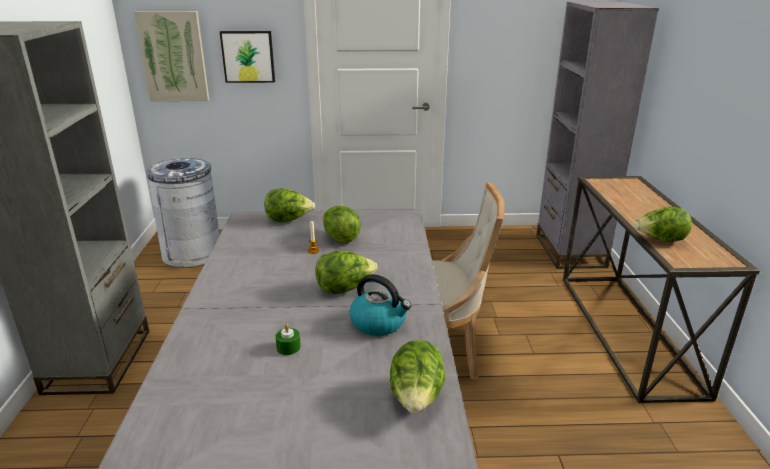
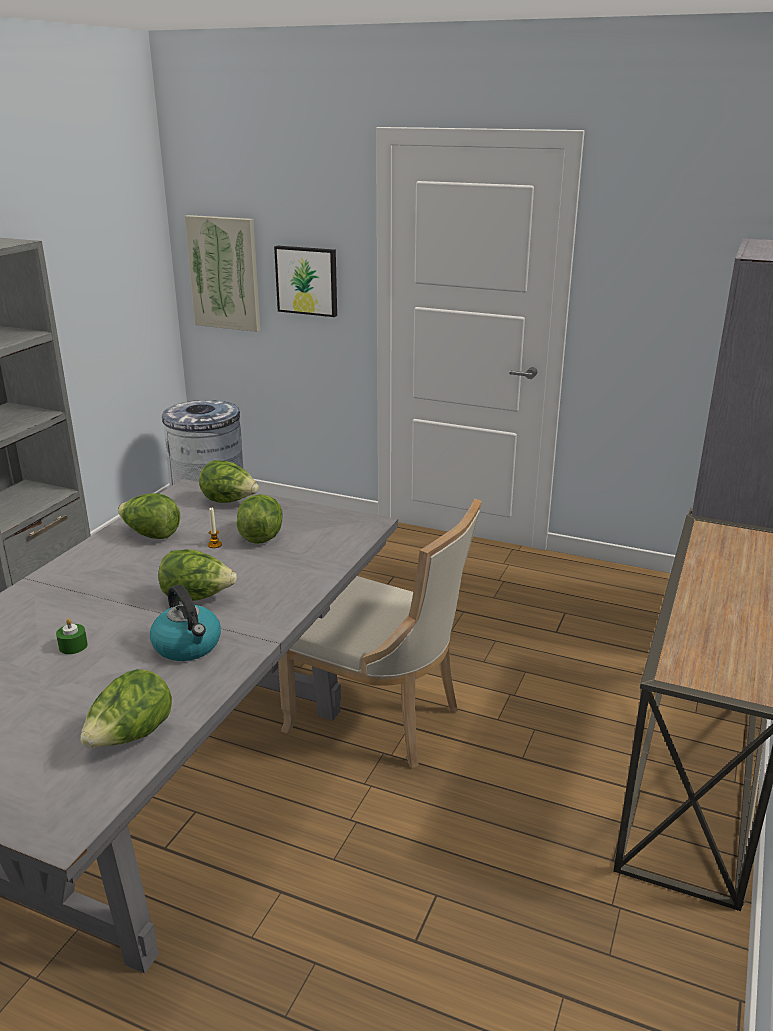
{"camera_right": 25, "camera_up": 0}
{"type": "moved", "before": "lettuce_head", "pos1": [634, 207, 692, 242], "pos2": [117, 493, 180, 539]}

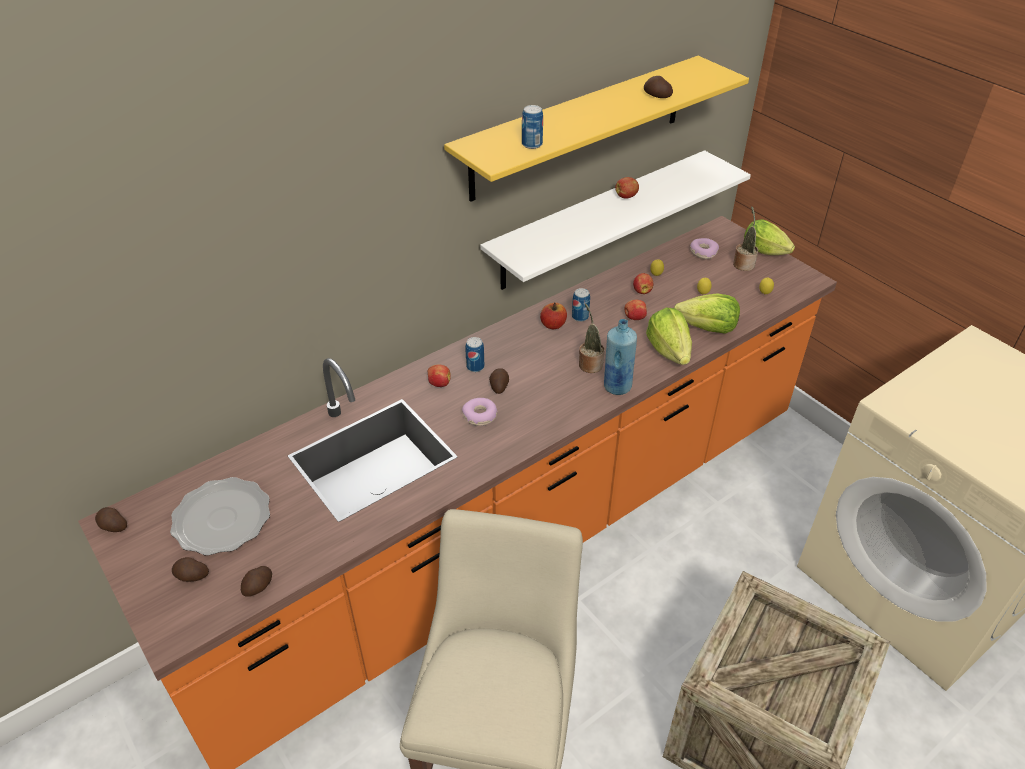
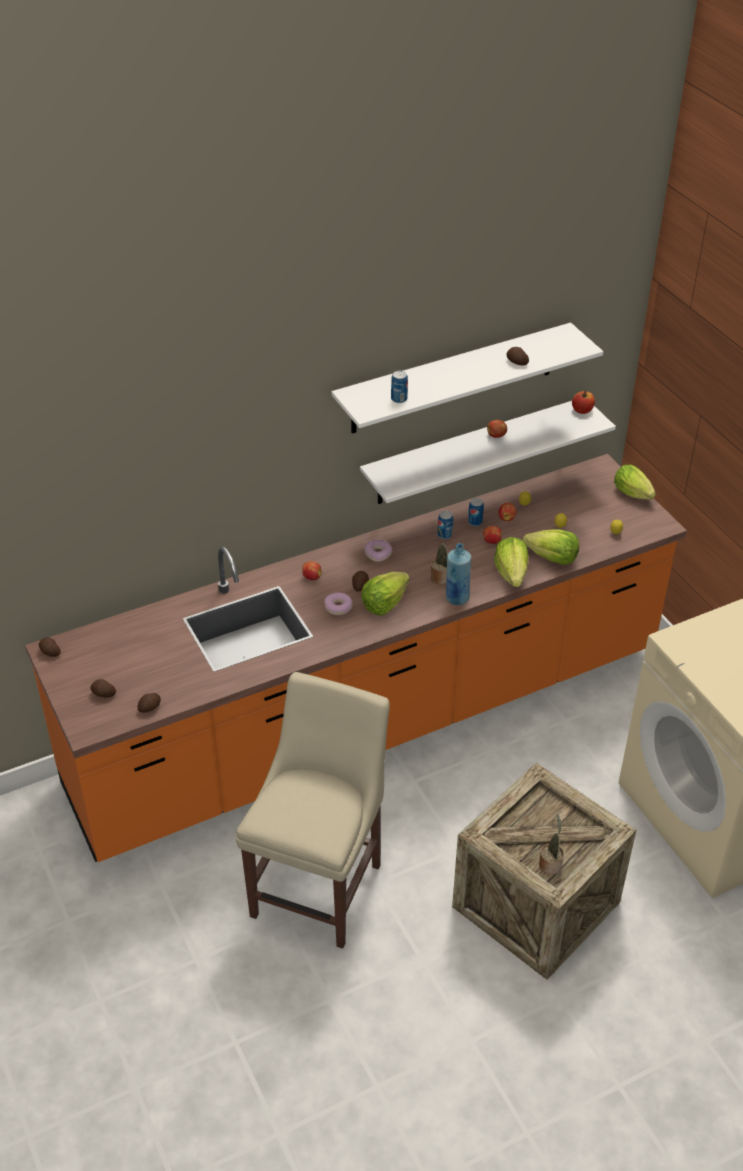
{"camera_right": 10, "camera_up": 0}
{"type": "removed", "before": "plate", "pos1": [170, 477, 270, 556]}
{"type": "recoloured", "before": "yellow-coloured_wall_shelf", "after": "whitish_wall_shelf", "pos1": [444, 56, 749, 202], "pos2": [332, 323, 603, 434]}
{"type": "moved", "before": "metal_can", "pos1": [465, 337, 484, 372], "pos2": [468, 498, 484, 526]}
{"type": "moved", "before": "apple", "pos1": [540, 302, 567, 329], "pos2": [572, 391, 595, 414]}
{"type": "moved", "before": "donut", "pos1": [690, 238, 719, 259], "pos2": [365, 540, 392, 562]}
{"type": "moved", "before": "potted_plant", "pos1": [733, 206, 758, 271], "pos2": [539, 814, 564, 875]}
{"type": "added", "after": "lettuce_head", "pos2": [361, 572, 410, 616]}

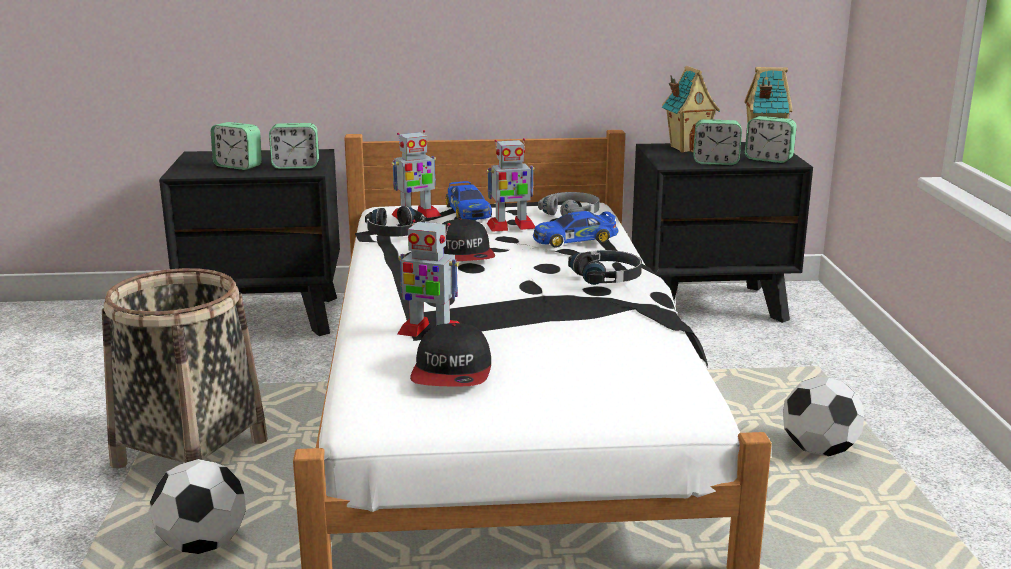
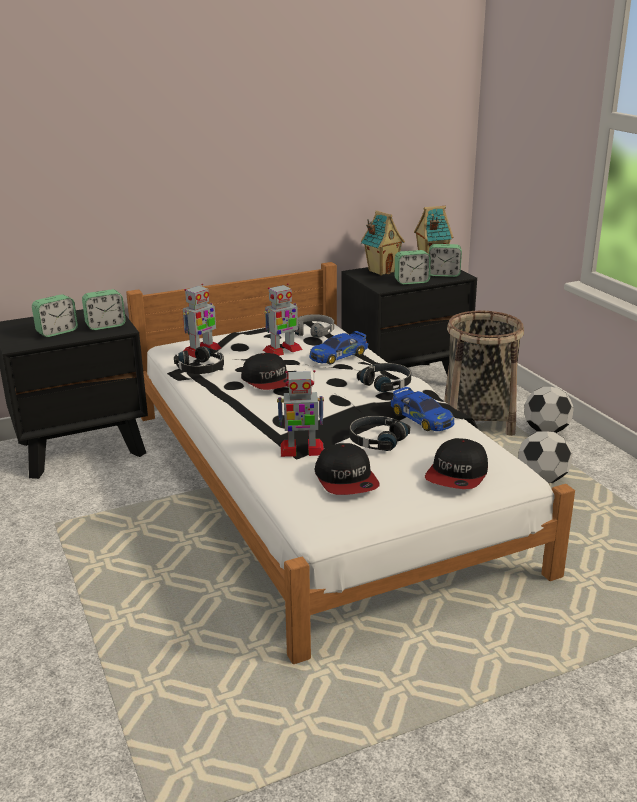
{"camera_right": -20, "camera_up": 5}
{"type": "moved", "before": "basket", "pos1": [102, 268, 268, 469], "pos2": [444, 310, 524, 436]}
{"type": "moved", "before": "football_ball", "pos1": [150, 459, 246, 554], "pos2": [524, 387, 574, 433]}
{"type": "turned", "before": "bedside_clock", "pos1": [211, 122, 262, 170], "pos2": [32, 294, 78, 337], "turn": -45}
{"type": "moved", "before": "miniature_car", "pos1": [446, 181, 492, 220], "pos2": [391, 387, 454, 431]}
{"type": "added", "after": "blackish_headphones", "pos2": [350, 416, 410, 451]}
{"type": "added", "after": "baseball_cap", "pos2": [425, 438, 488, 489]}

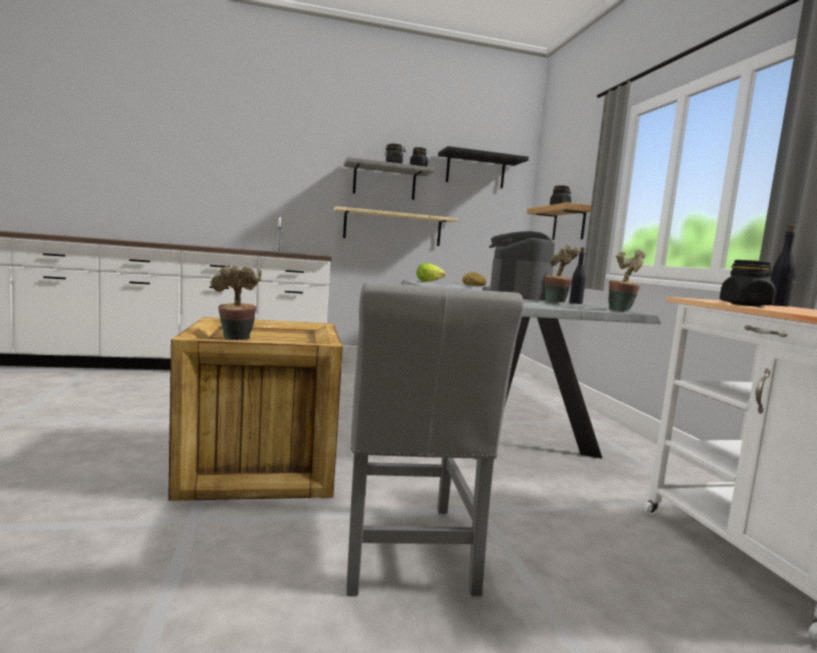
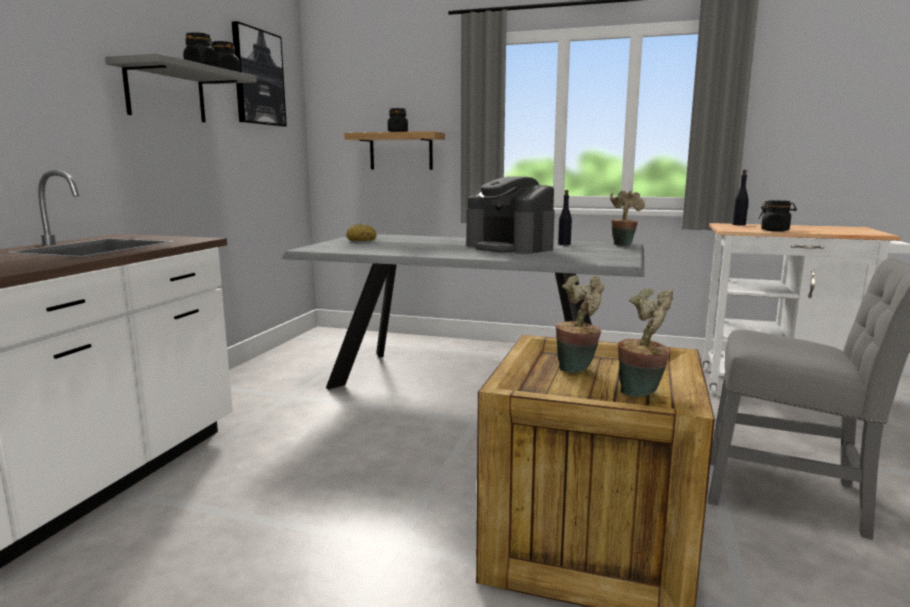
{"camera_right": -60, "camera_up": 5}
{"type": "removed", "before": "beige_wall_shelf", "pos1": [334, 206, 458, 246]}
{"type": "removed", "before": "lettuce_head", "pos1": [416, 263, 446, 281]}
{"type": "replaced", "before": "blackish_wall_shelf", "after": "wall_picture", "pos1": [438, 146, 529, 189], "pos2": [232, 21, 287, 127]}
{"type": "moved", "before": "potted_plant", "pos1": [545, 245, 579, 303], "pos2": [556, 275, 604, 373]}

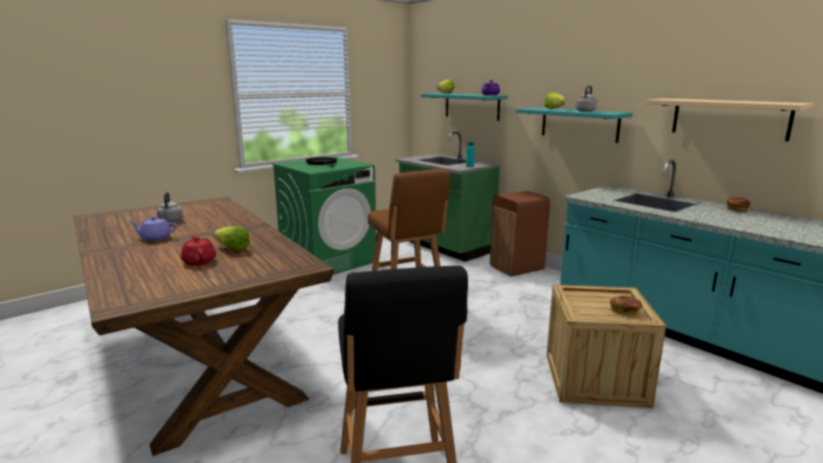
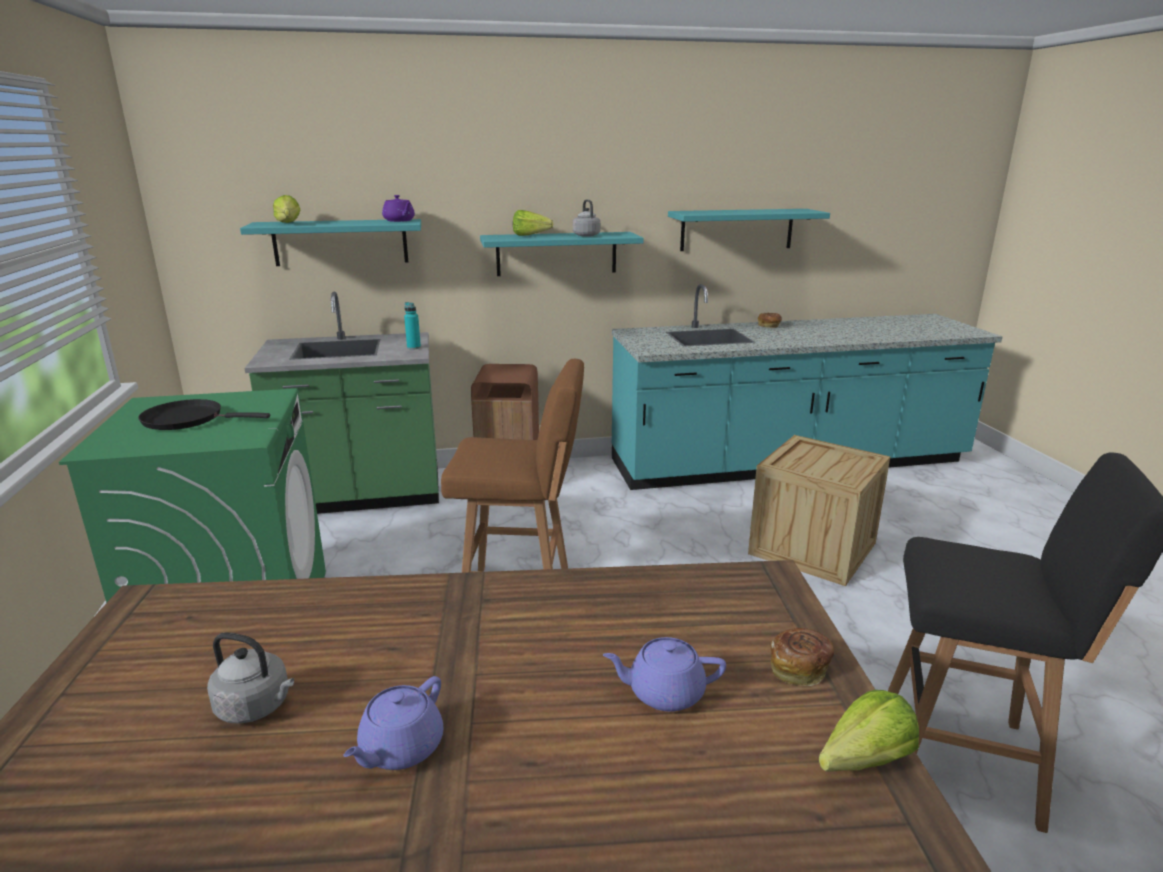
{"camera_right": -60, "camera_up": 5}
{"type": "recoloured", "before": "red-coloured_pot_for_tea", "after": "purple_pot_for_tea", "pos1": [181, 235, 216, 265], "pos2": [603, 637, 726, 712]}
{"type": "moved", "before": "lettuce_head", "pos1": [214, 226, 250, 251], "pos2": [819, 690, 919, 772]}
{"type": "moved", "before": "bread", "pos1": [610, 296, 642, 316], "pos2": [770, 628, 834, 686]}
{"type": "recoloured", "before": "beige_wall_shelf", "after": "turquoise-coloured_wall_shelf", "pos1": [646, 98, 815, 141], "pos2": [668, 209, 830, 251]}

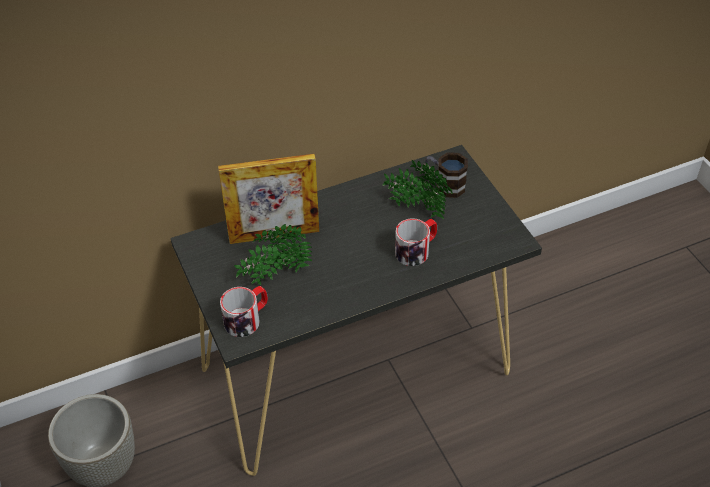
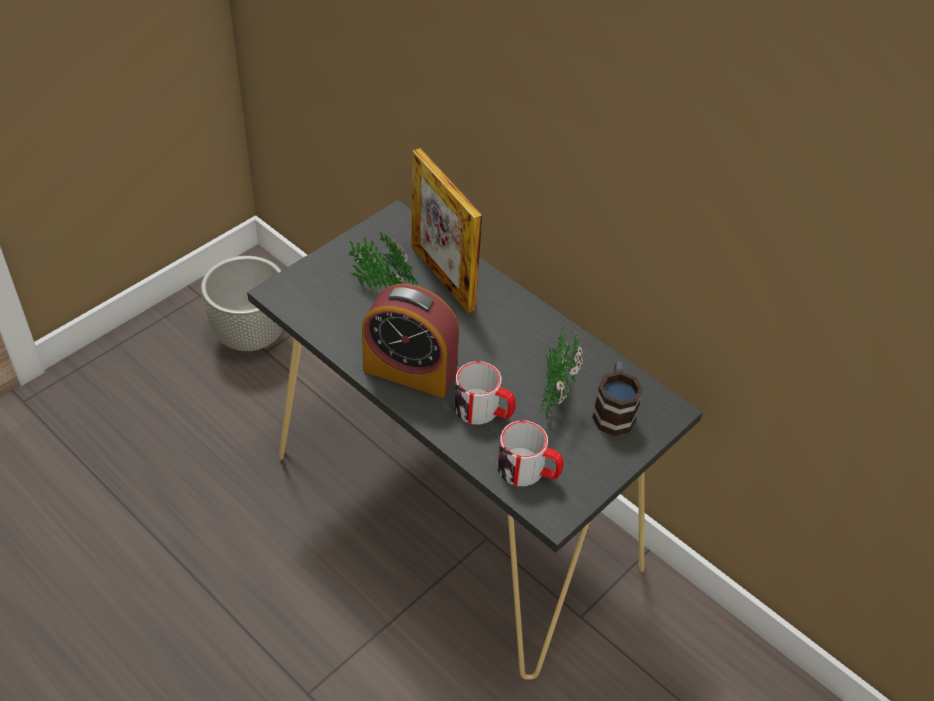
{"camera_right": 65, "camera_up": 0}
{"type": "moved", "before": "tea_mug", "pos1": [220, 286, 268, 337], "pos2": [497, 421, 563, 486]}
{"type": "added", "after": "bedside_clock", "pos2": [362, 284, 459, 397]}

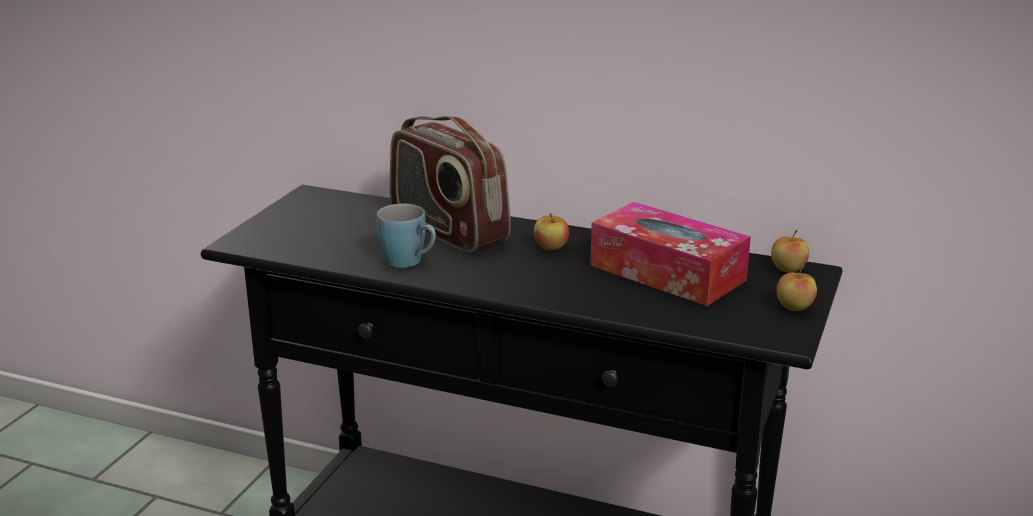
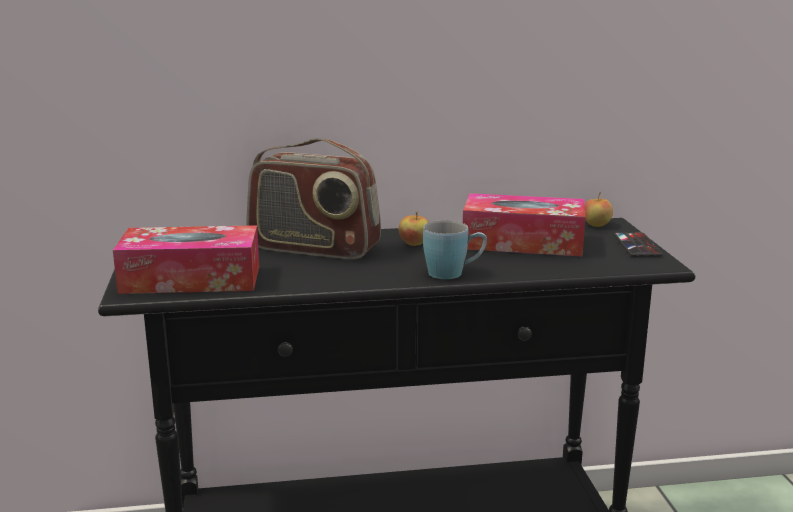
{"camera_right": -30, "camera_up": -5}
{"type": "moved", "before": "bluish_tea_mug", "pos1": [377, 204, 436, 268], "pos2": [423, 220, 487, 279]}
{"type": "replaced", "before": "apple", "after": "telephone", "pos1": [777, 265, 817, 311], "pos2": [614, 232, 663, 257]}
{"type": "added", "after": "tissue_holder", "pos2": [113, 225, 259, 294]}

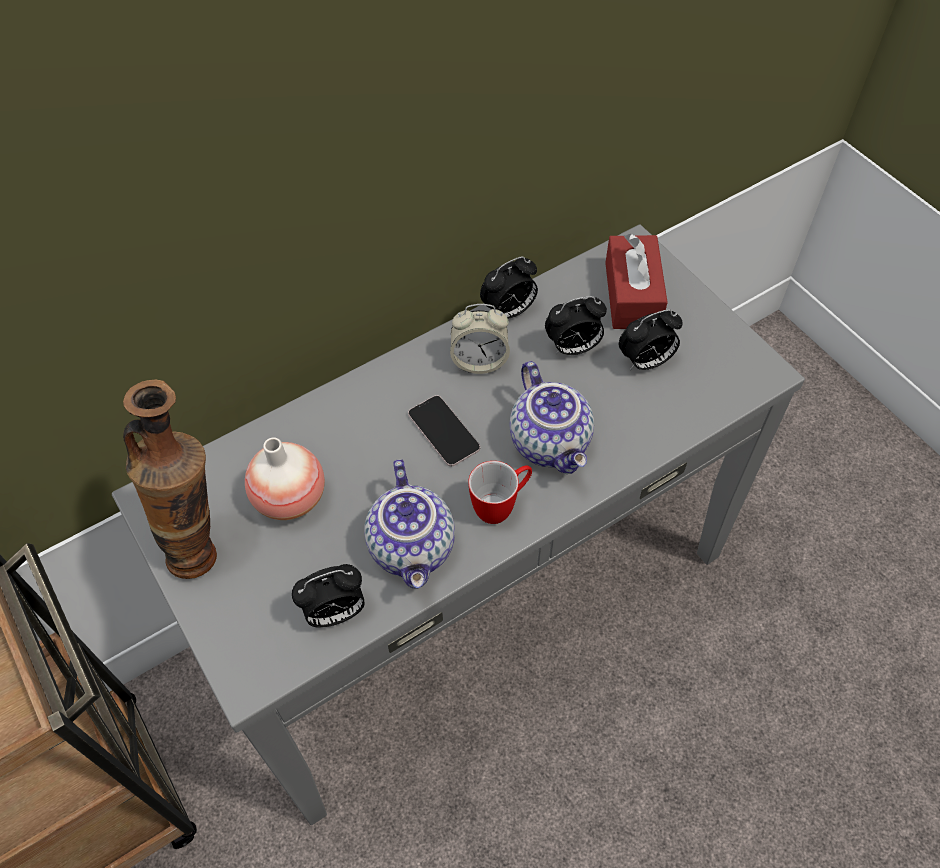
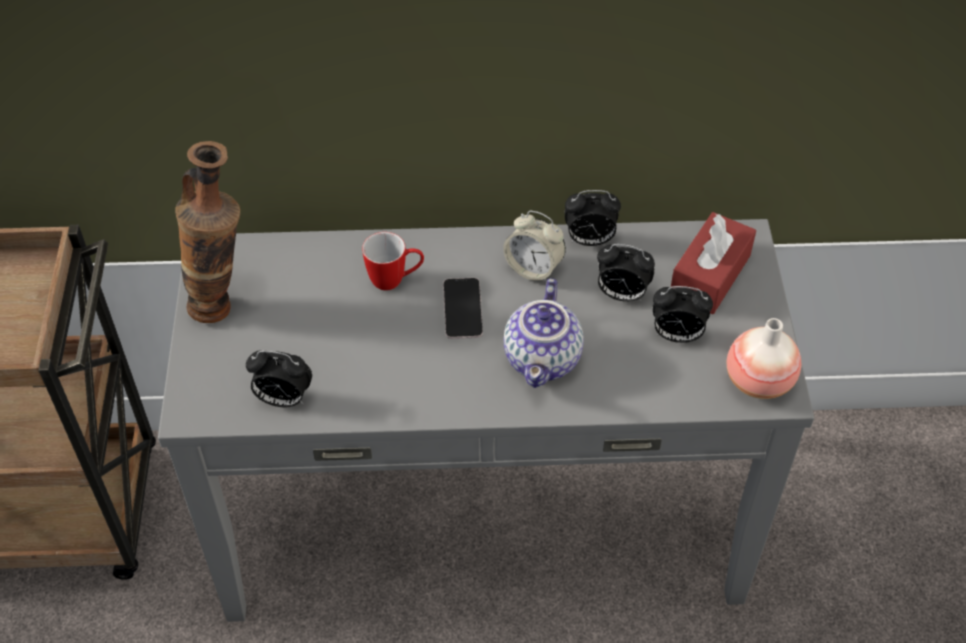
{"camera_right": 30, "camera_up": -5}
{"type": "moved", "before": "vase", "pos1": [245, 437, 325, 520], "pos2": [727, 318, 801, 399]}
{"type": "removed", "before": "pot_for_tea", "pos1": [364, 459, 455, 589]}
{"type": "moved", "before": "tea_mug", "pos1": [468, 461, 532, 524], "pos2": [362, 232, 424, 290]}

